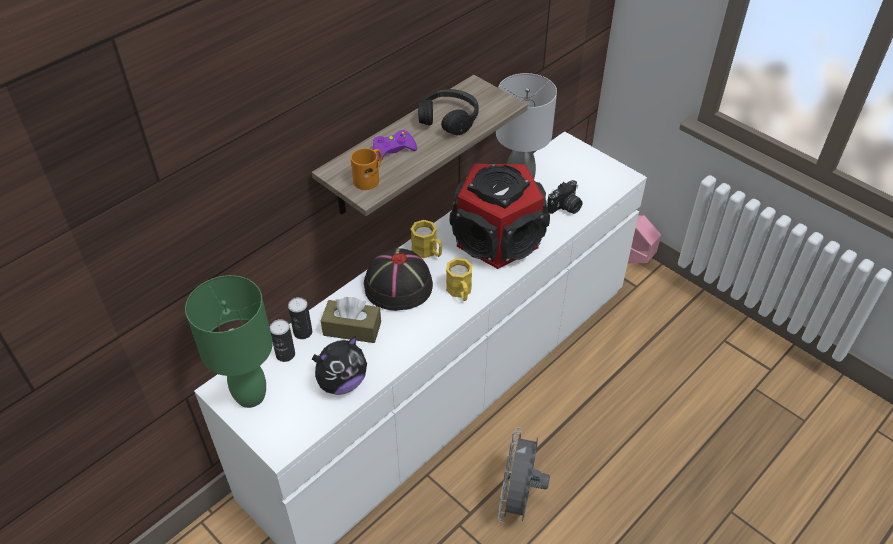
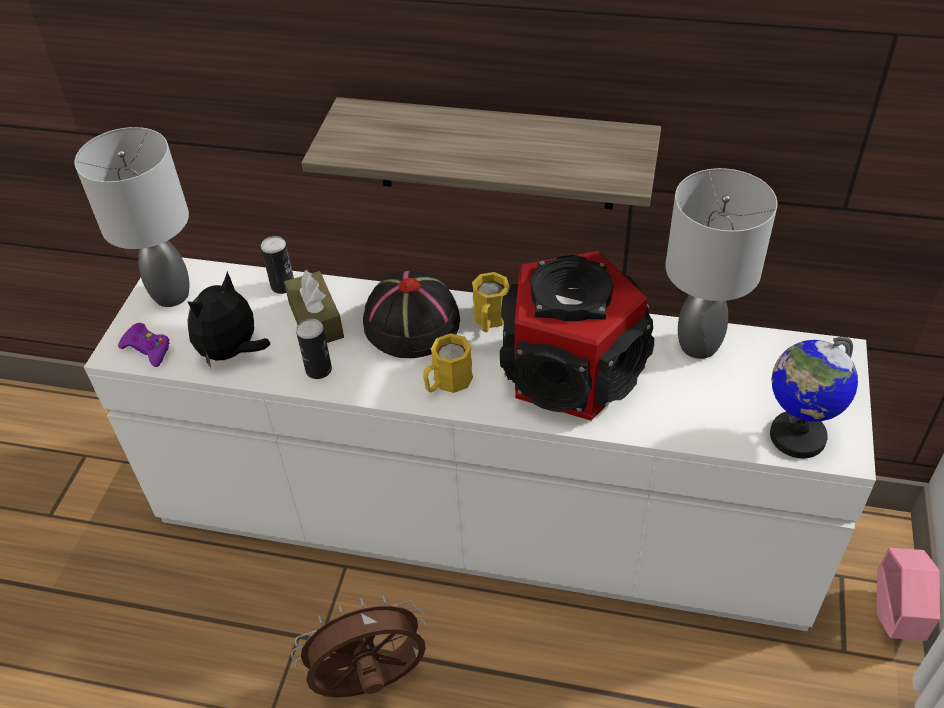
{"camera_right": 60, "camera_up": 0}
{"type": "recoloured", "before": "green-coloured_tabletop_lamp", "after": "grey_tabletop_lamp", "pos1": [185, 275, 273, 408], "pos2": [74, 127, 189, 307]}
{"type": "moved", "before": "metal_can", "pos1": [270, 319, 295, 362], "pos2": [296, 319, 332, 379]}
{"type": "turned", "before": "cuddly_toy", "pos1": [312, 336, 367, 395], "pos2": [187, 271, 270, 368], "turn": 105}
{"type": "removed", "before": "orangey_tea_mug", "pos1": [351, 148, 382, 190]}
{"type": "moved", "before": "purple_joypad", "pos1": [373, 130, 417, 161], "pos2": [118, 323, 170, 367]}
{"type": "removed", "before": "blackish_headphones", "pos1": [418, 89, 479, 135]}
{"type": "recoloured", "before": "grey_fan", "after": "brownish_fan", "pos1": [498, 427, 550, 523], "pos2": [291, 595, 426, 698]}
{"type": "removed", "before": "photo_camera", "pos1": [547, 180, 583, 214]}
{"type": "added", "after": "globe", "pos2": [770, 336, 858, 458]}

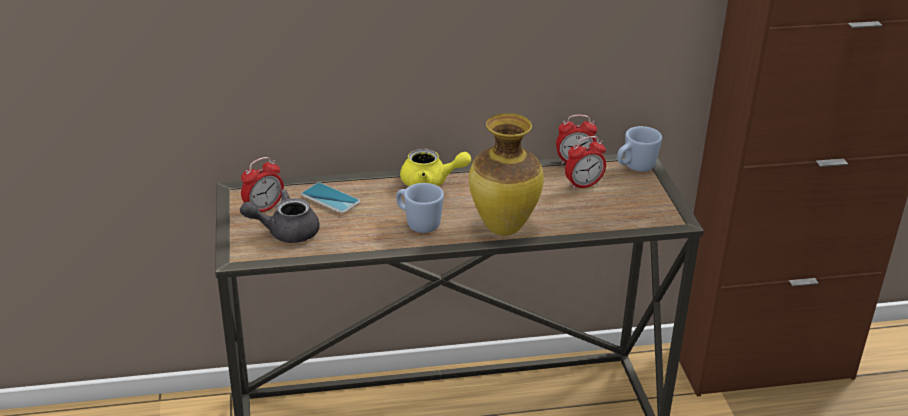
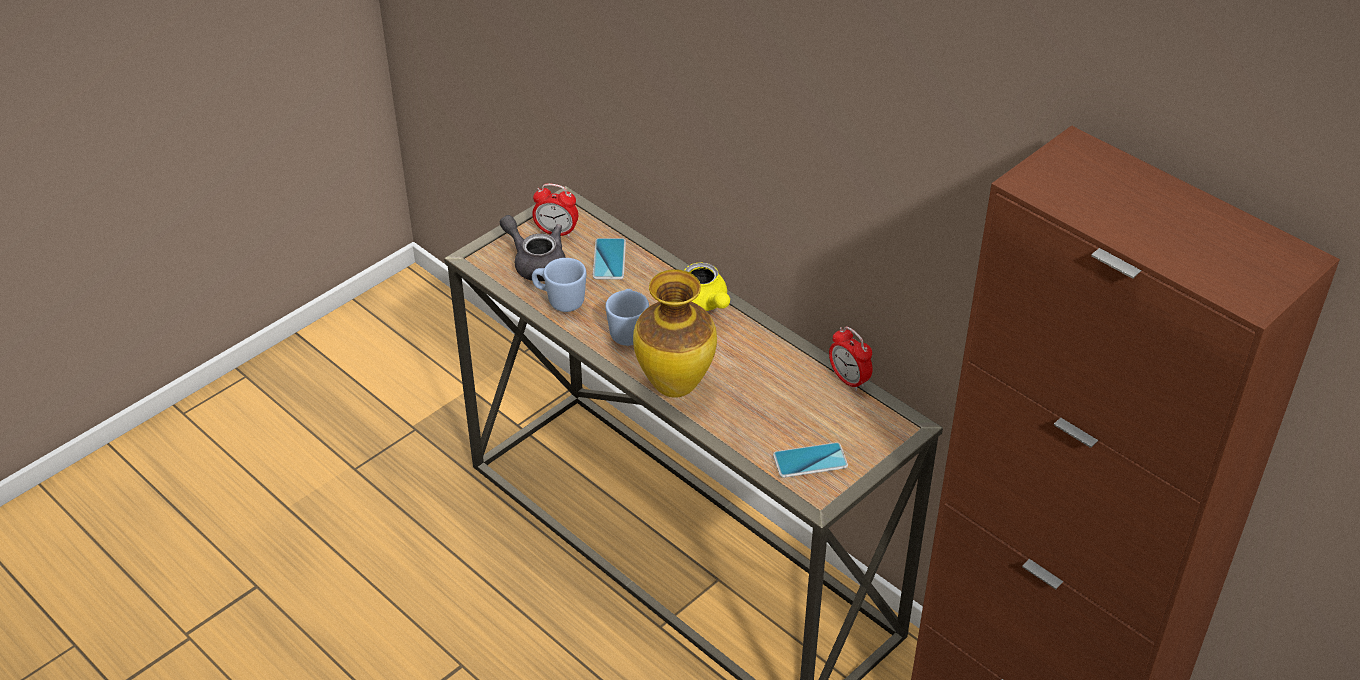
{"camera_right": 55, "camera_up": 10}
{"type": "removed", "before": "bedside_clock", "pos1": [565, 136, 606, 190]}
{"type": "moved", "before": "bluish_tea_mug", "pos1": [617, 126, 662, 172], "pos2": [532, 258, 586, 312]}
{"type": "added", "after": "telephone", "pos2": [773, 442, 848, 478]}

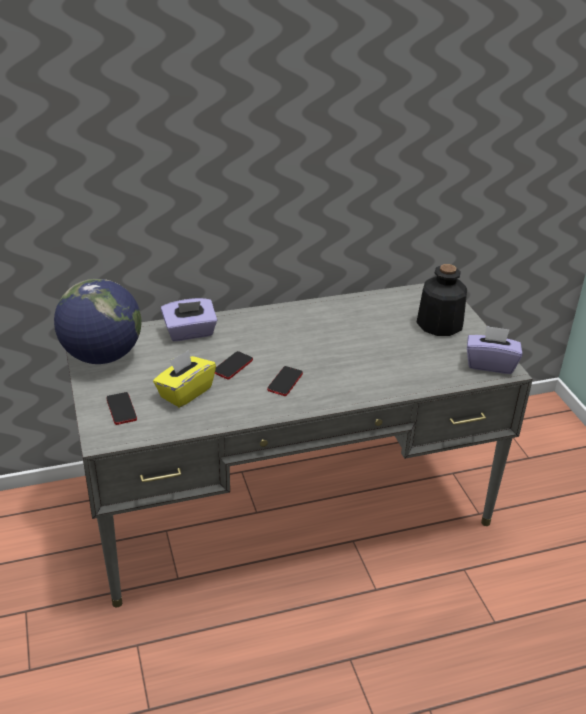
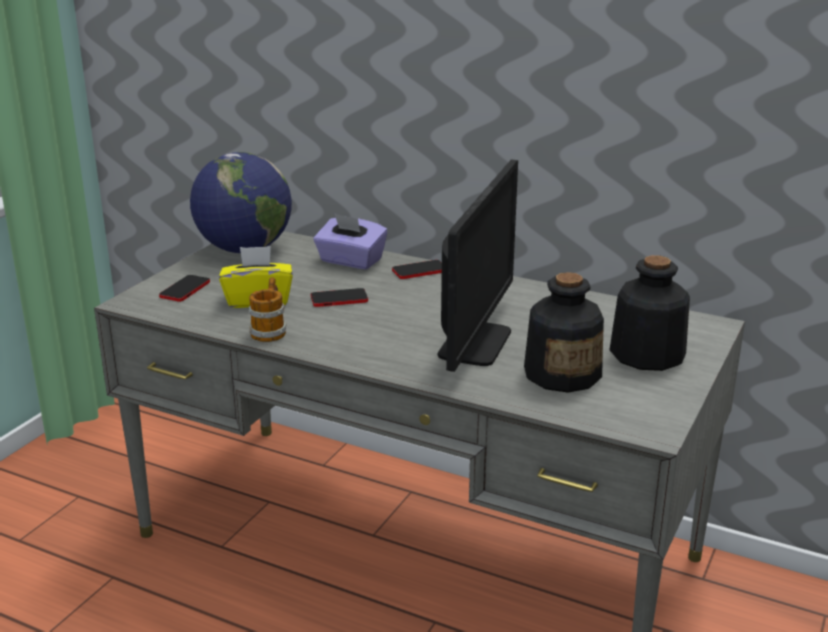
{"camera_right": 45, "camera_up": -10}
{"type": "moved", "before": "telephone", "pos1": [267, 366, 303, 396], "pos2": [392, 260, 442, 279]}
{"type": "removed", "before": "purple_tissue_holder", "pos1": [467, 325, 522, 374]}
{"type": "added", "after": "tea_mug", "pos2": [248, 277, 286, 342]}
{"type": "added", "after": "monitor", "pos2": [438, 160, 518, 372]}
{"type": "added", "after": "beverage_bottle", "pos2": [524, 272, 604, 393]}

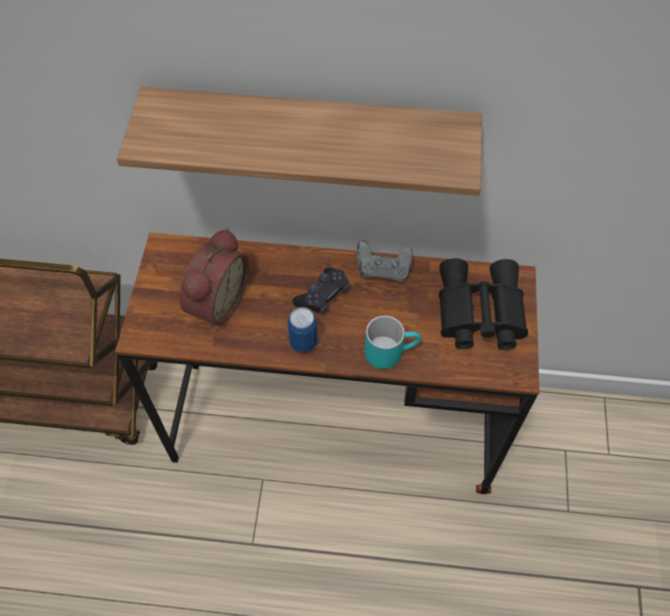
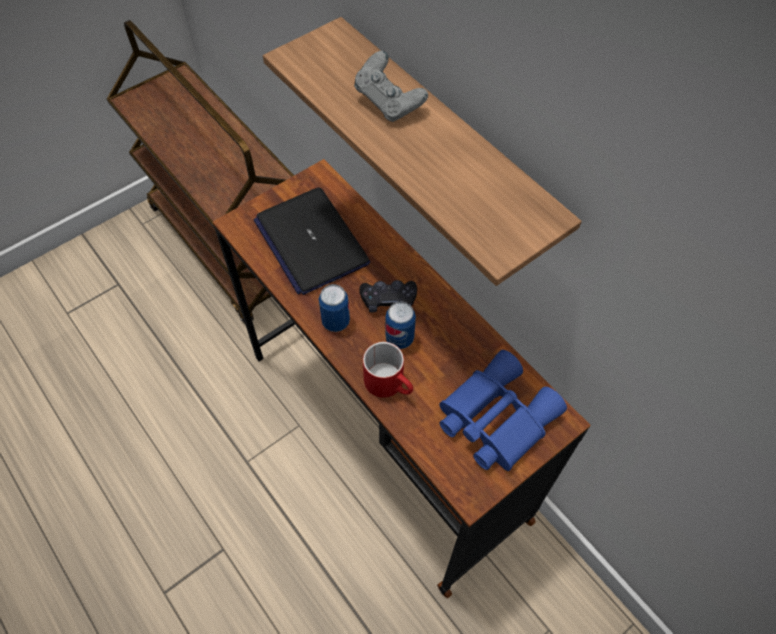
{"camera_right": 45, "camera_up": 0}
{"type": "replaced", "before": "bedside_clock", "after": "notebook_computer", "pos1": [179, 228, 249, 329], "pos2": [254, 187, 370, 295]}
{"type": "moved", "before": "grey_joypad", "pos1": [357, 241, 413, 282], "pos2": [354, 51, 428, 122]}
{"type": "recoloured", "before": "turquoise-coloured_tea_mug", "after": "red-coloured_tea_mug", "pos1": [364, 315, 421, 369], "pos2": [363, 342, 413, 398]}
{"type": "recoloured", "before": "blackish_binoculars", "after": "bluish_binoculars", "pos1": [439, 258, 528, 350], "pos2": [439, 350, 567, 471]}
{"type": "added", "after": "metal_can", "pos2": [386, 301, 416, 349]}

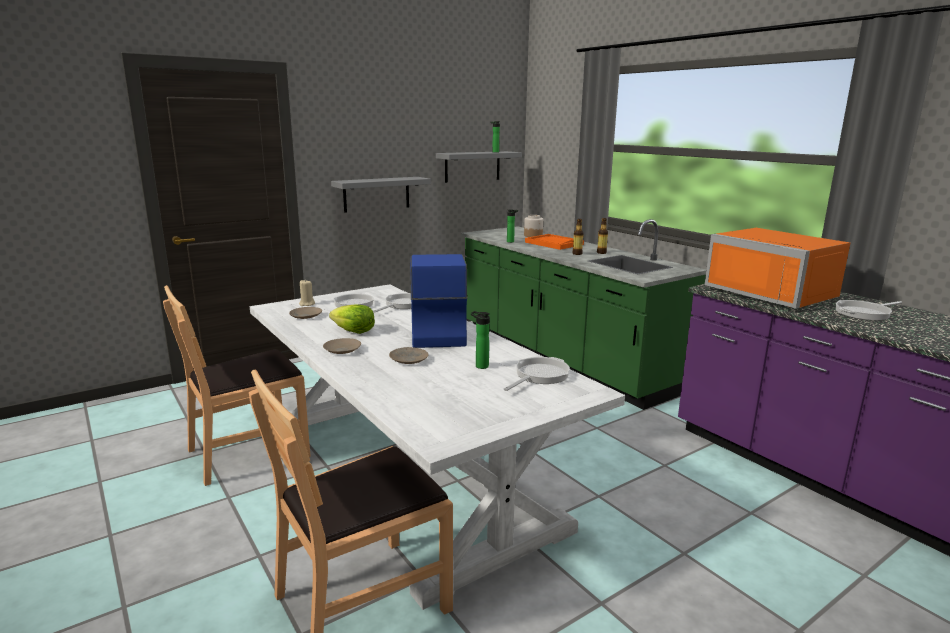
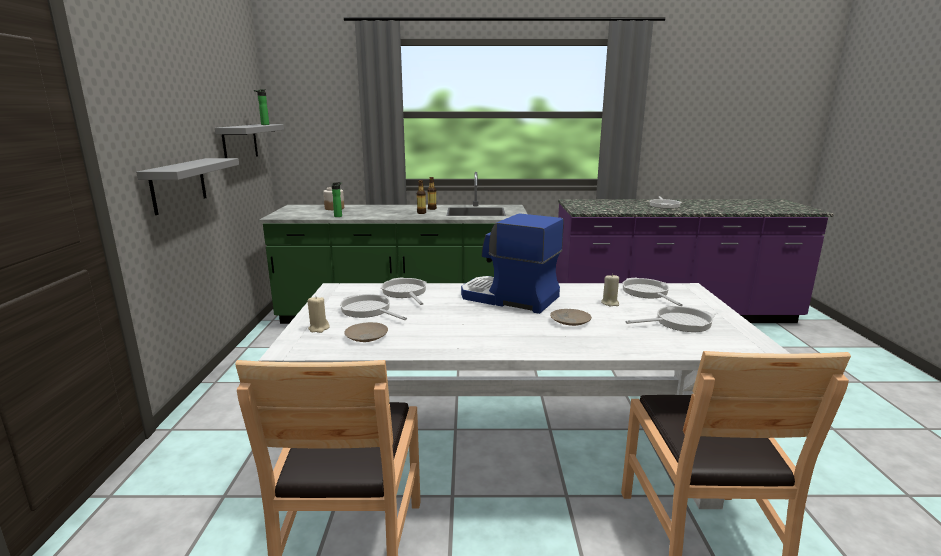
{"camera_right": -55, "camera_up": 0}
{"type": "removed", "before": "beige_plate", "pos1": [323, 338, 361, 354]}
{"type": "removed", "before": "lettuce_head", "pos1": [329, 305, 375, 334]}
{"type": "replaced", "before": "beverage_bottle", "after": "beige_candle", "pos1": [471, 311, 490, 369], "pos2": [601, 274, 619, 306]}
{"type": "removed", "before": "orangey_tray", "pos1": [525, 234, 584, 250]}
{"type": "removed", "before": "orangey_microwave_oven", "pos1": [704, 228, 850, 309]}
{"type": "added", "after": "frying_pan", "pos2": [625, 305, 715, 332]}

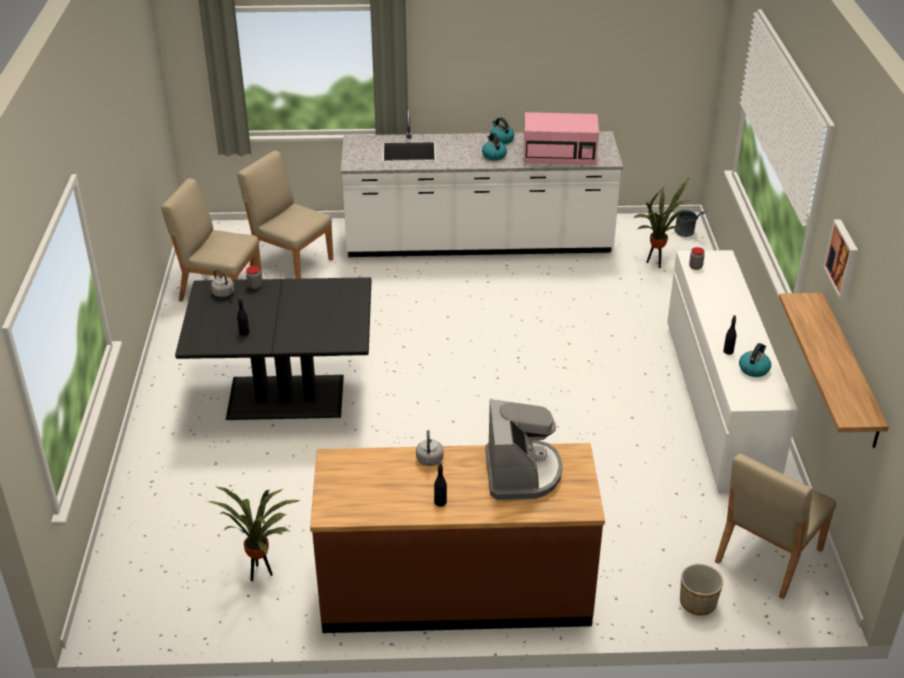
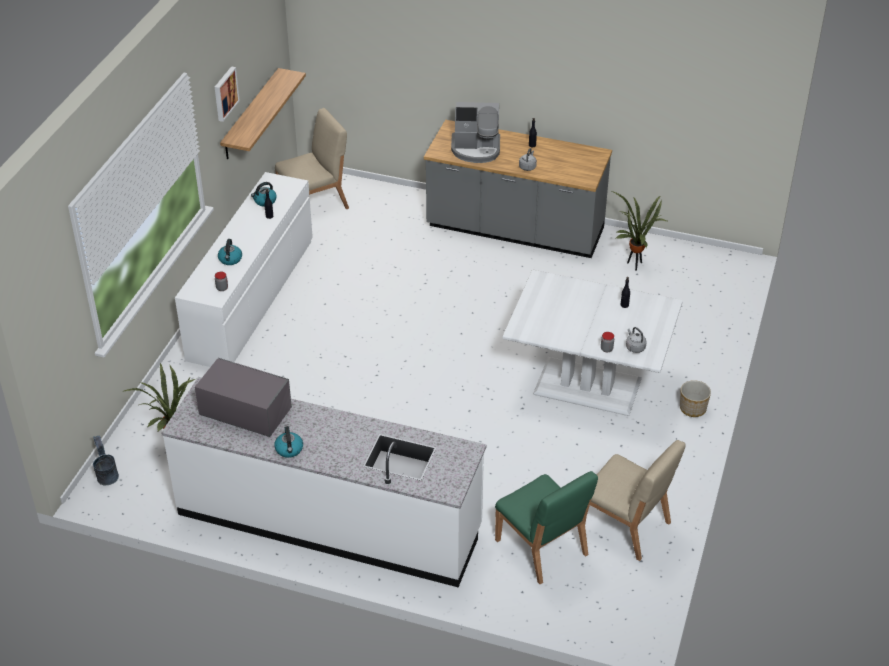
{"camera_right": -160, "camera_up": 5}
{"type": "recoloured", "before": "blackish_dining_table", "after": "whitish_dining_table", "pos1": [175, 277, 371, 420], "pos2": [502, 270, 683, 416]}
{"type": "recoloured", "before": "beige_chair", "after": "green-coloured_chair", "pos1": [237, 150, 333, 279], "pos2": [495, 471, 598, 584]}
{"type": "recoloured", "before": "brownish_kitchen_base_unit", "after": "grey_kitchen_base_unit", "pos1": [310, 443, 605, 633], "pos2": [424, 120, 612, 258]}
{"type": "moved", "before": "water_kettle", "pos1": [482, 133, 507, 160], "pos2": [218, 239, 242, 265]}
{"type": "turned", "before": "coffee_maker", "pos1": [485, 399, 562, 500], "pos2": [451, 102, 500, 163], "turn": -105}
{"type": "recoloured", "before": "pink_microwave_oven", "after": "grey_microwave_oven", "pos1": [524, 112, 599, 165], "pos2": [195, 358, 292, 437]}
{"type": "moved", "before": "plant_pot", "pos1": [680, 564, 723, 616], "pos2": [680, 380, 711, 417]}

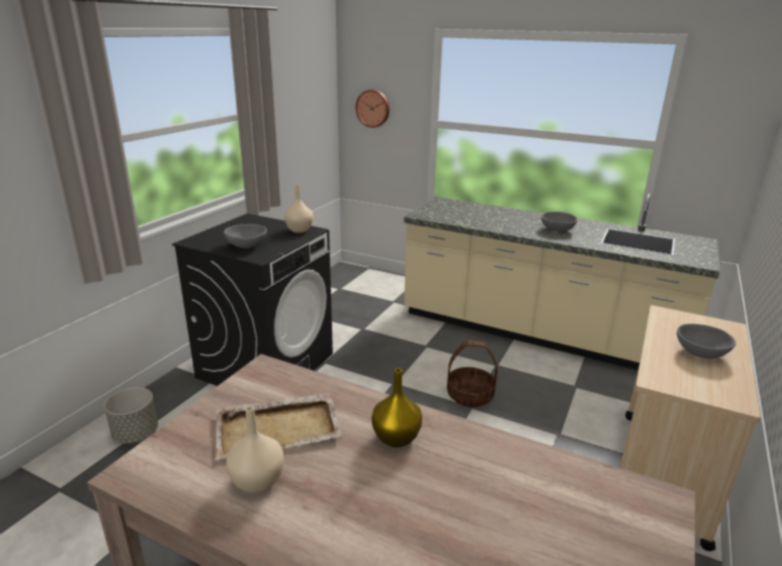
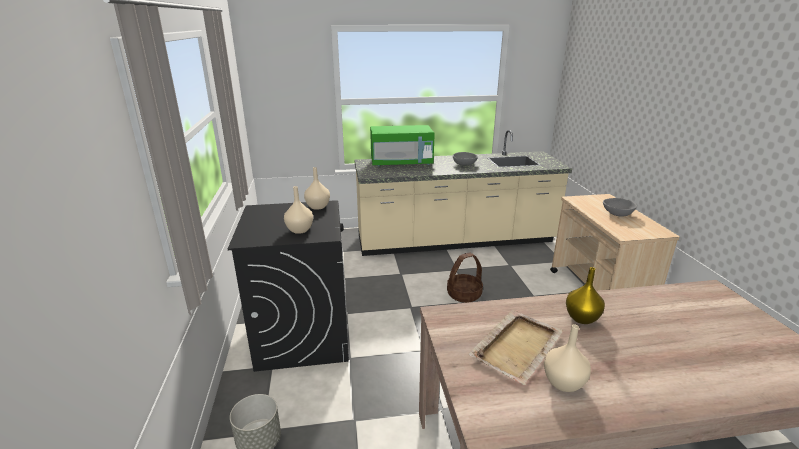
{"camera_right": -35, "camera_up": 0}
{"type": "replaced", "before": "grey_bowl", "after": "beige_vase", "pos1": [224, 224, 267, 249], "pos2": [284, 186, 313, 234]}
{"type": "removed", "before": "clock_on_the_wall", "pos1": [356, 90, 389, 128]}
{"type": "added", "after": "green-coloured_microwave_oven", "pos2": [370, 125, 435, 166]}

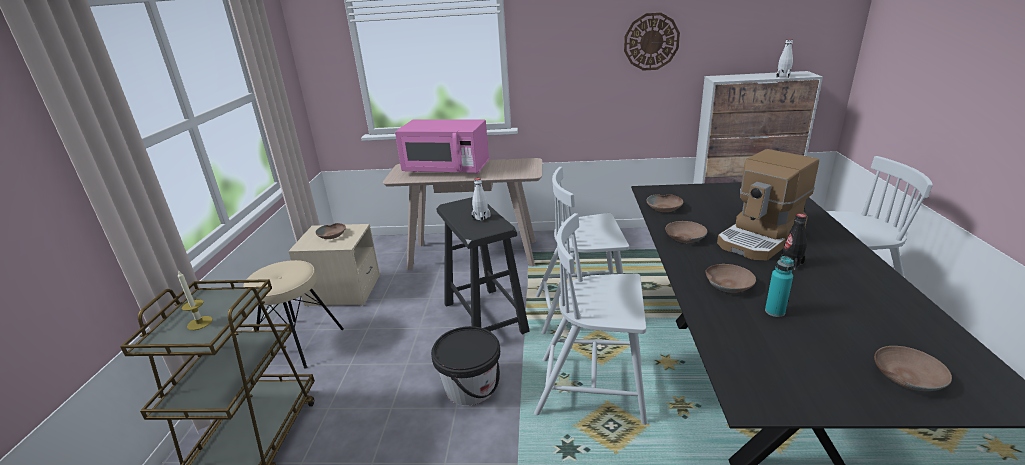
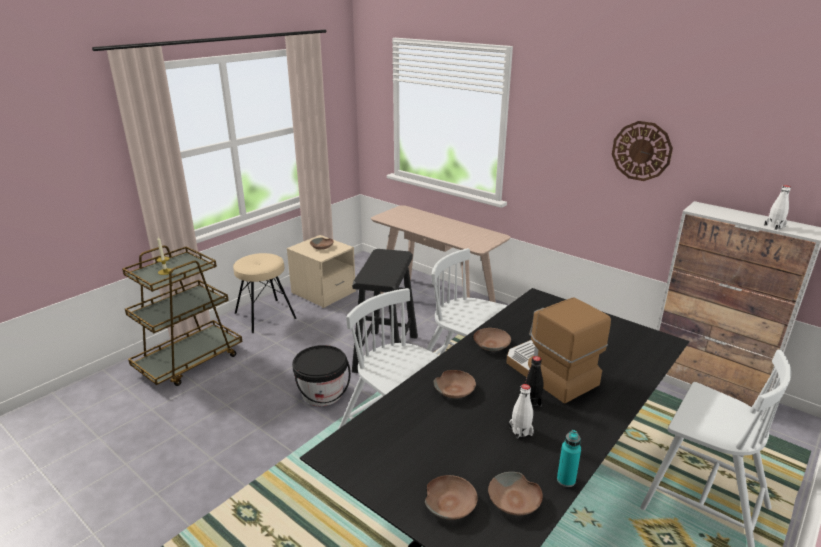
{"camera_right": 35, "camera_up": 0}
{"type": "removed", "before": "pink_microwave_oven", "pos1": [395, 119, 489, 174]}
{"type": "moved", "before": "whitish_beverage_bottle", "pos1": [472, 178, 490, 222], "pos2": [509, 384, 534, 439]}
{"type": "moved", "before": "brownish_bowl", "pos1": [646, 194, 683, 212], "pos2": [488, 472, 543, 515]}
{"type": "turned", "before": "coffee_maker", "pos1": [717, 149, 819, 261], "pos2": [506, 298, 611, 404], "turn": 60}
{"type": "moved", "before": "turquoise-coloured_beverage_bottle", "pos1": [765, 256, 794, 317], "pos2": [557, 430, 581, 487]}

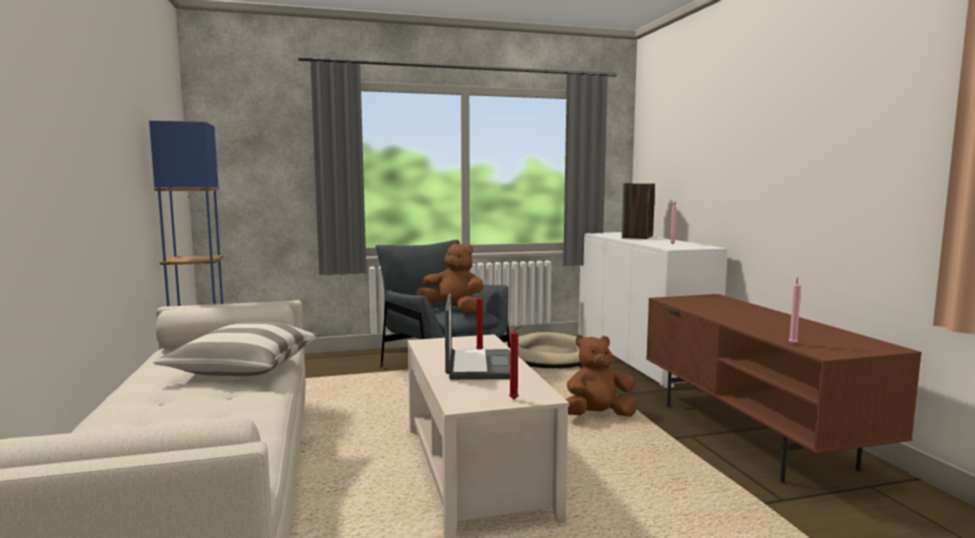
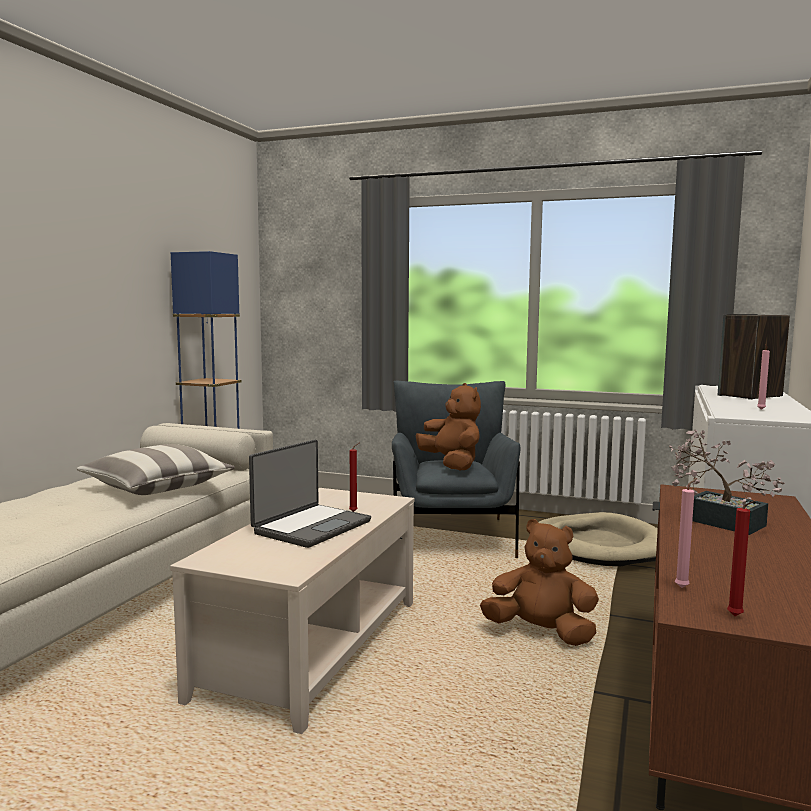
{"camera_right": 35, "camera_up": 0}
{"type": "moved", "before": "red-coloured_candle", "pos1": [509, 326, 522, 399], "pos2": [727, 500, 756, 616]}
{"type": "added", "after": "potted_plant", "pos2": [669, 429, 785, 535]}

